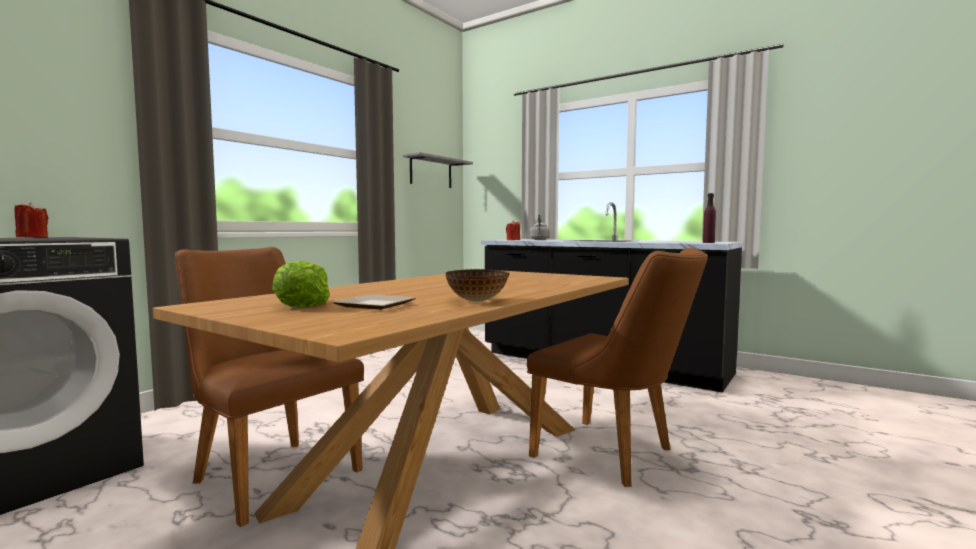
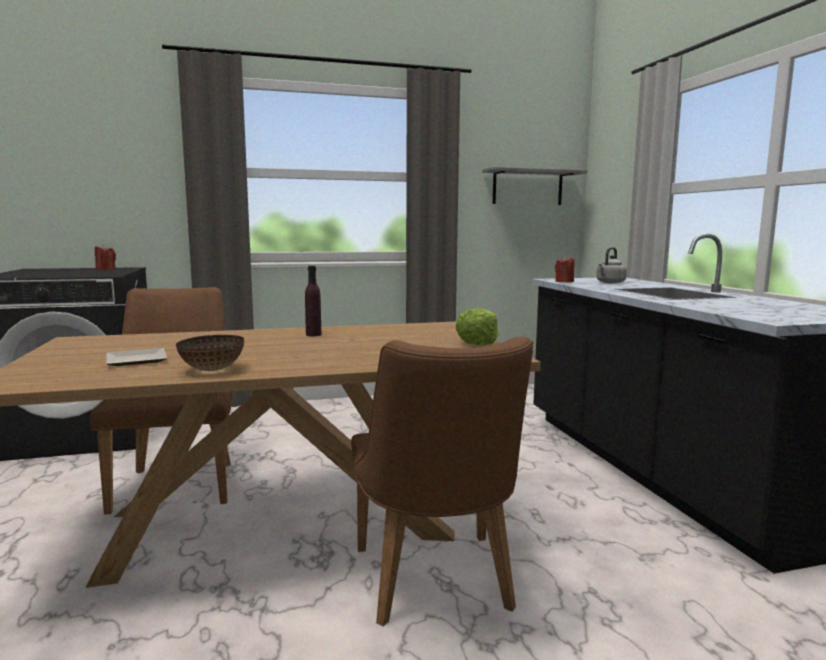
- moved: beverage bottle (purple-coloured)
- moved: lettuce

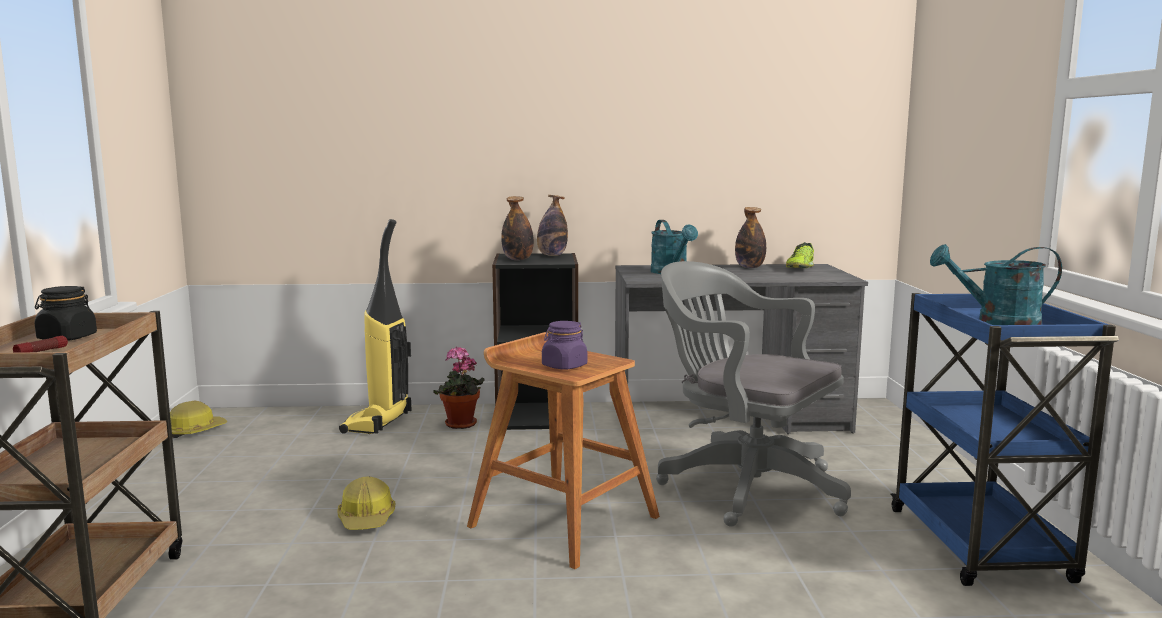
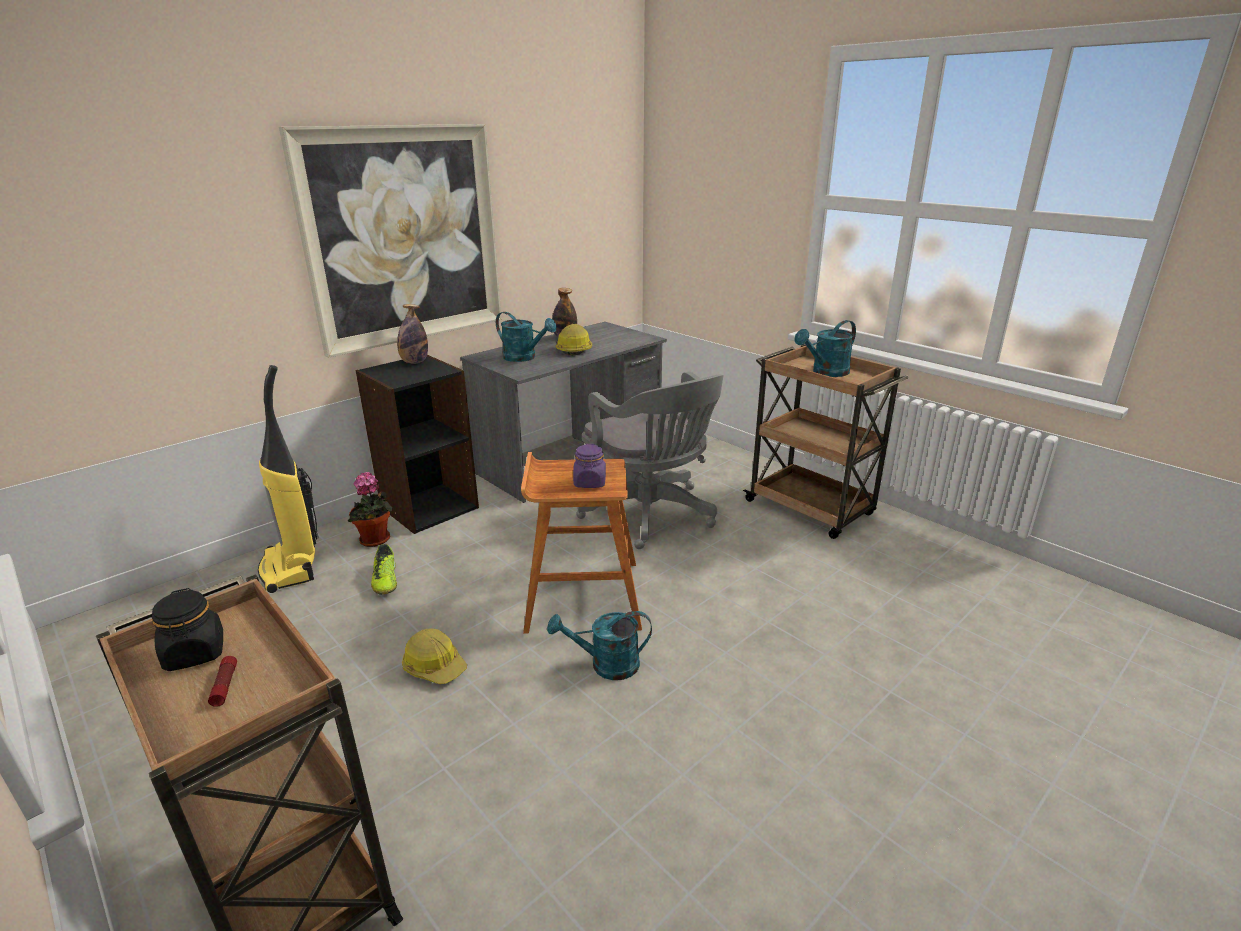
- added: wall art
- moved: low shoe
- added: watering pot (turquoise-coloured) (2nd from left)
- moved: hard hat (1st from left in the first image) to hard hat (2nd from left)
- turned: desk chair (grey) 120 degrees counterclockwise
- recoloured: trolley (blue) to trolley (brownish) (2nd from left)
- removed: beverage bottle (1st from left)

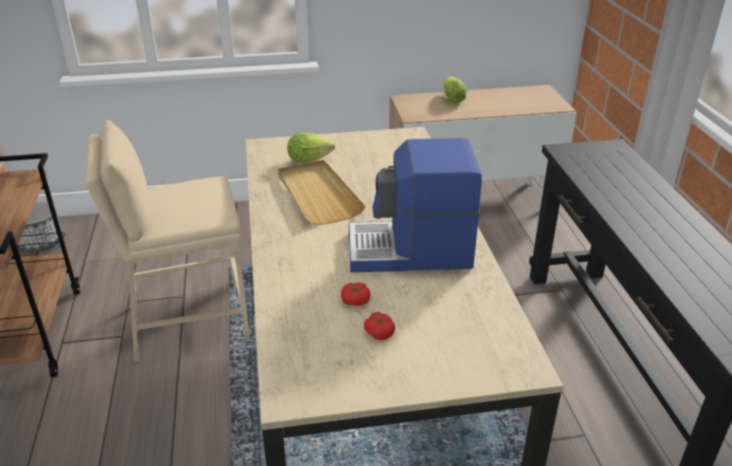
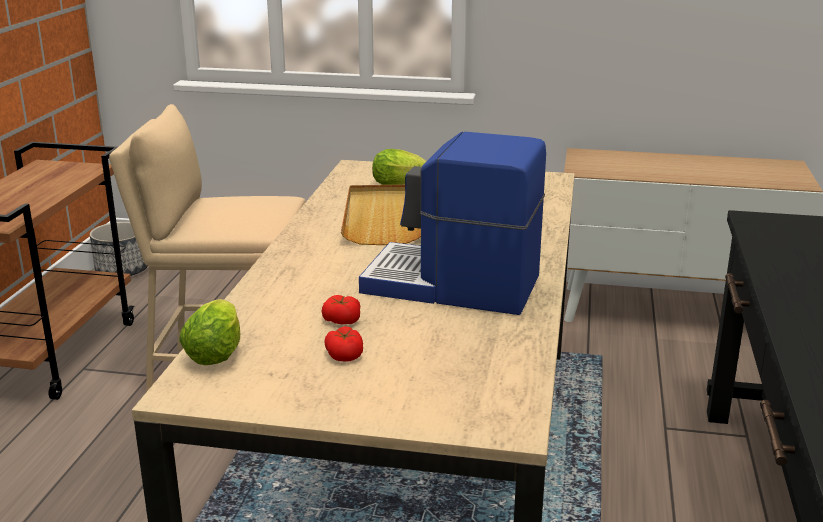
- moved: lettuce (2nd from left in the first image) to lettuce (1st from left)

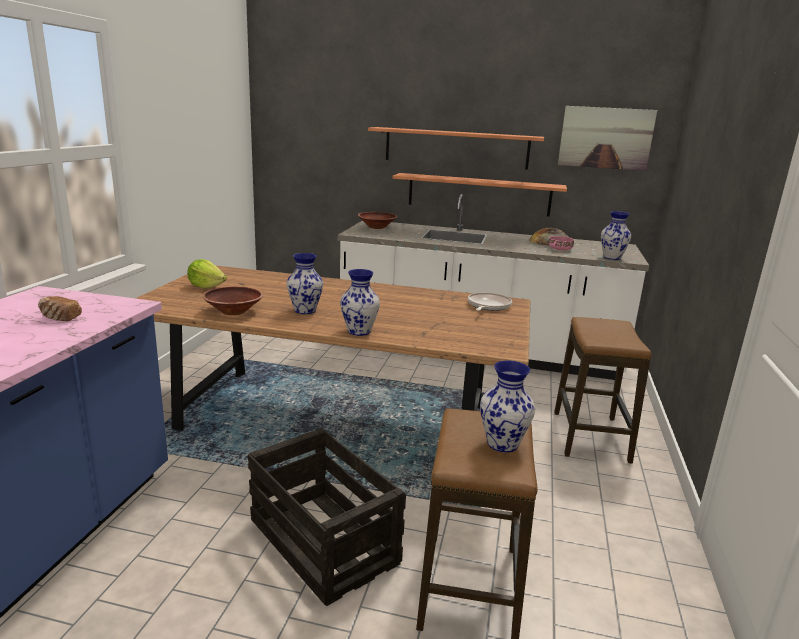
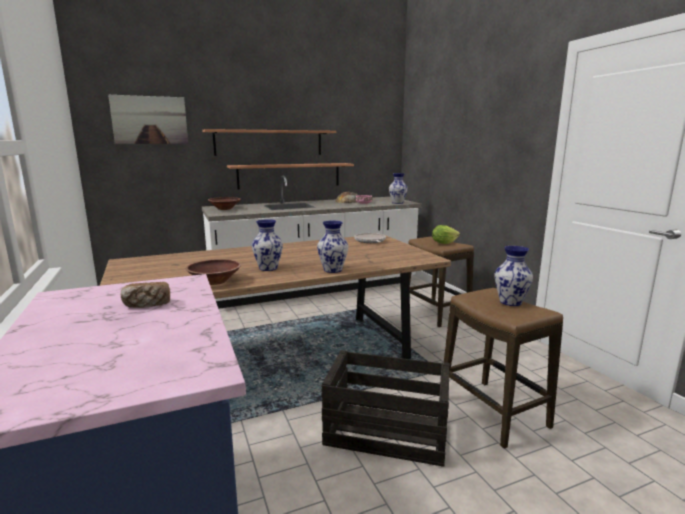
- moved: wall art
- moved: lettuce

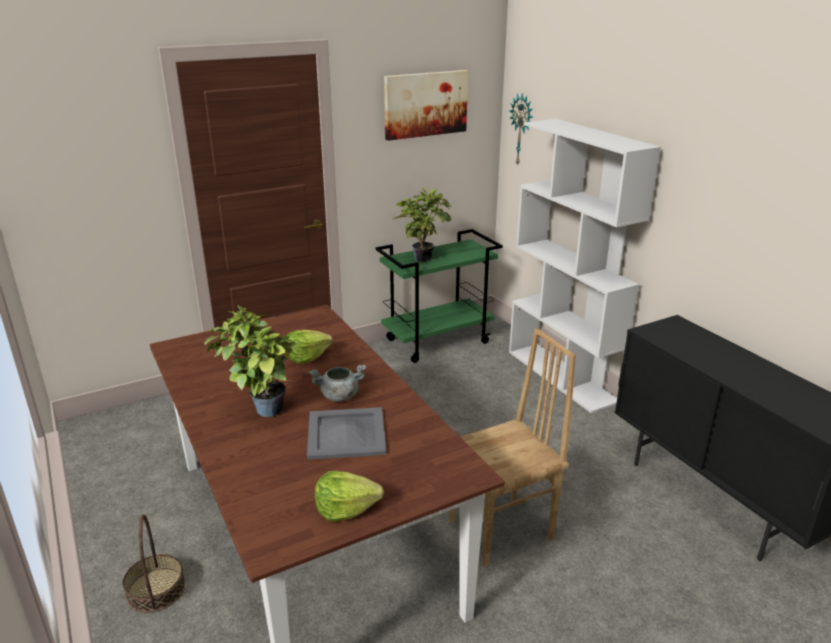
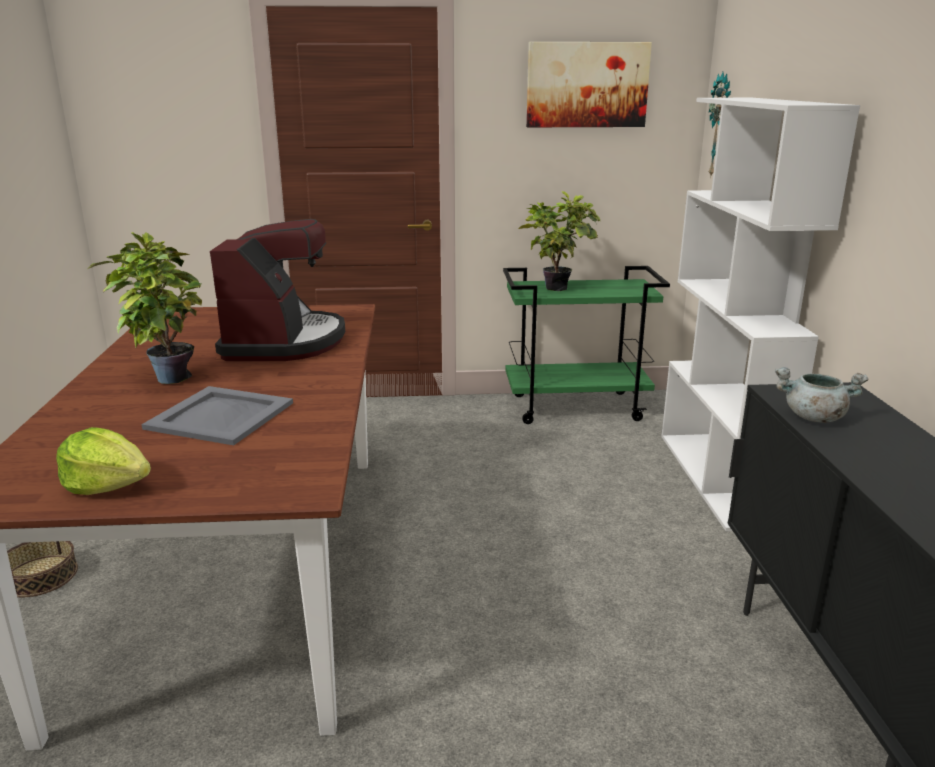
- replaced: lettuce (1st from left) to coffee machine
- moved: stockpot (grey)
- removed: chair (brownish)

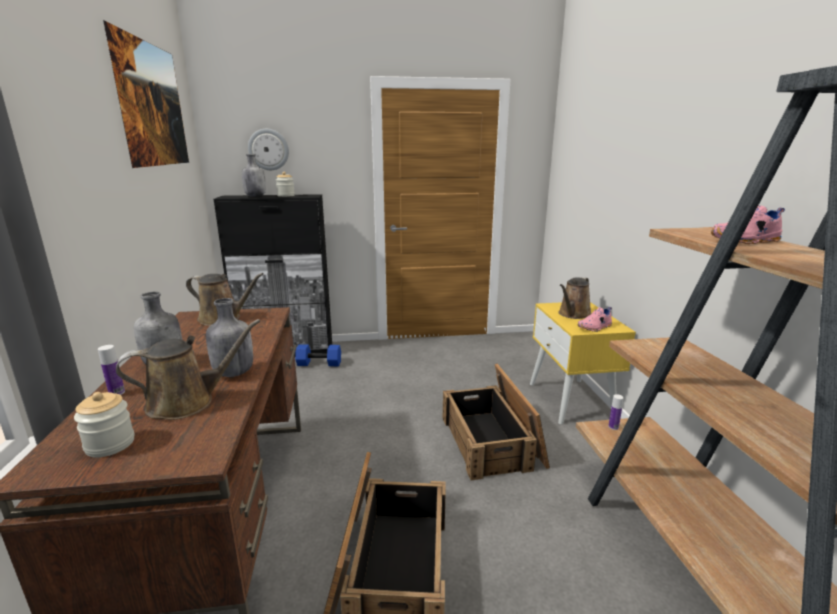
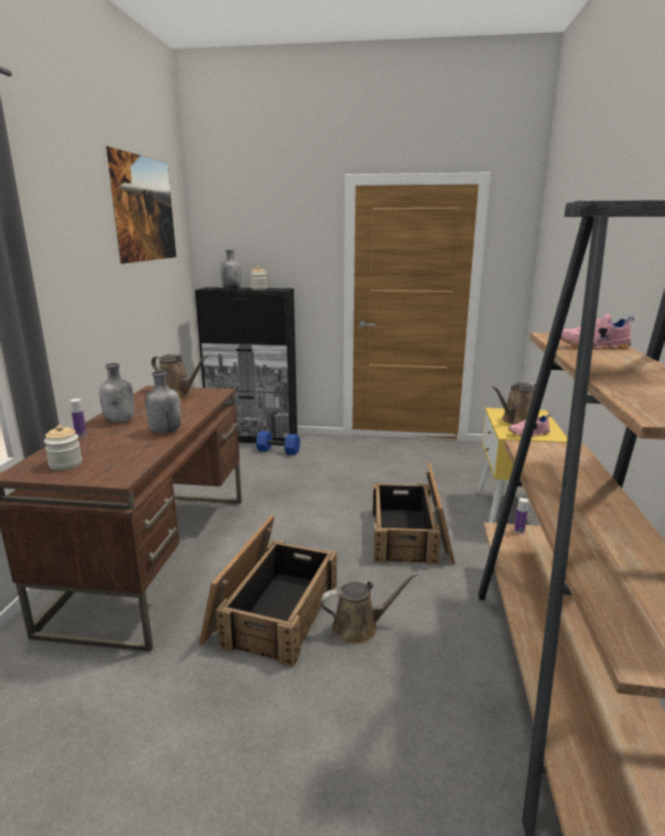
- moved: watering pot (brownish) (1st from left in the first image) to watering pot (brownish) (2nd from left)
- removed: hanging clock

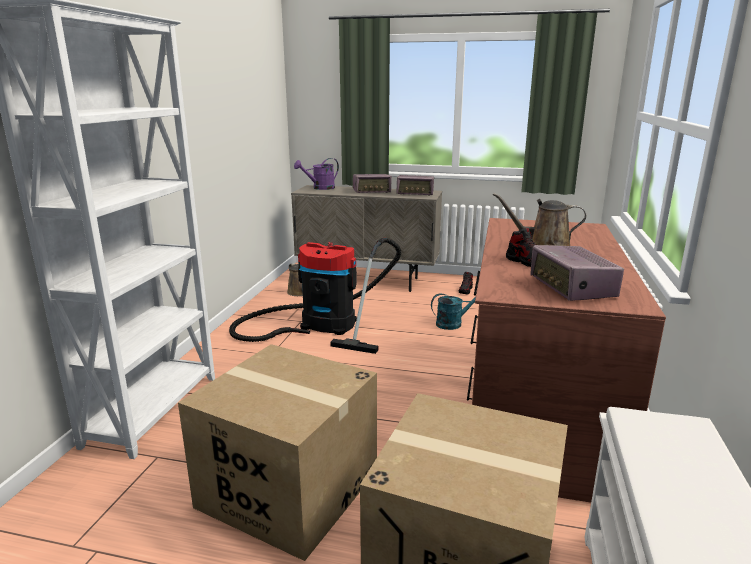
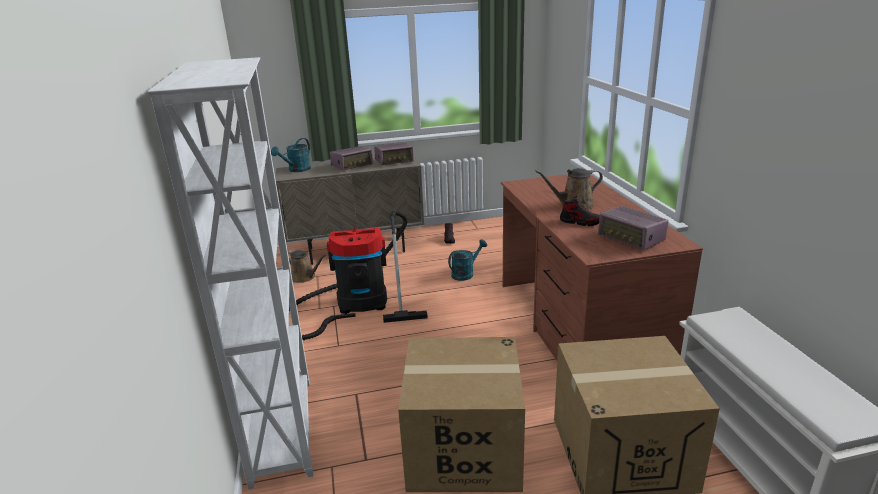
- recoloured: watering pot (purple-coloured) to watering pot (turquoise-coloured) (1st from left)

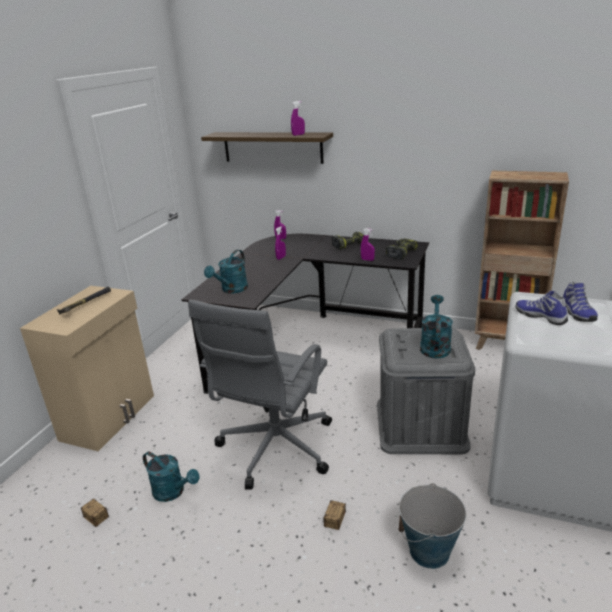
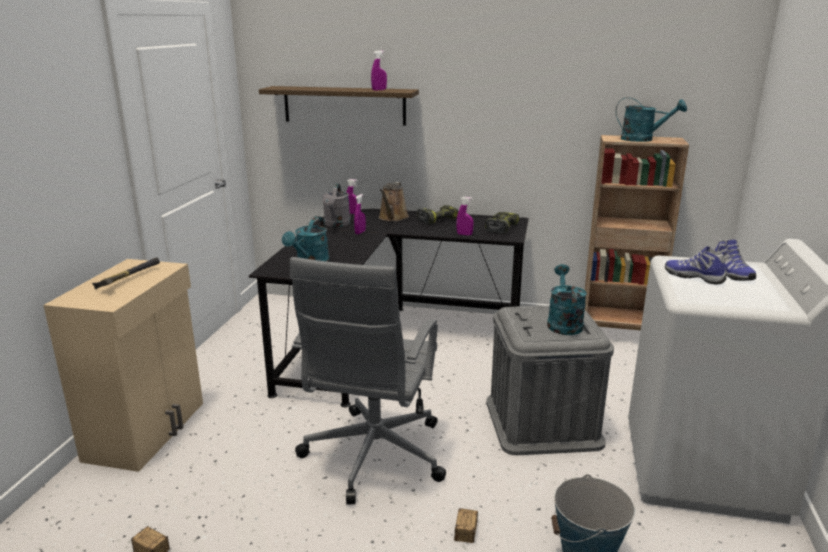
- added: watering pot (grey)
- added: watering pot (brownish)
- moved: watering pot (turquoise-coloured) (1st from left in the first image) to watering pot (turquoise-coloured) (3rd from left)

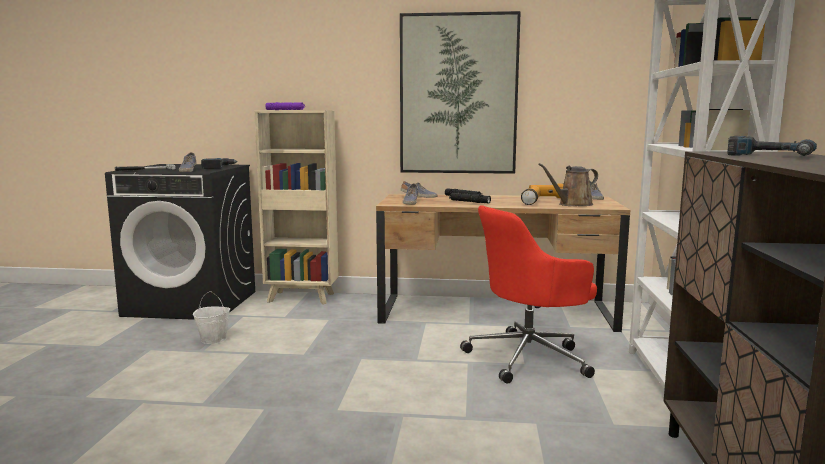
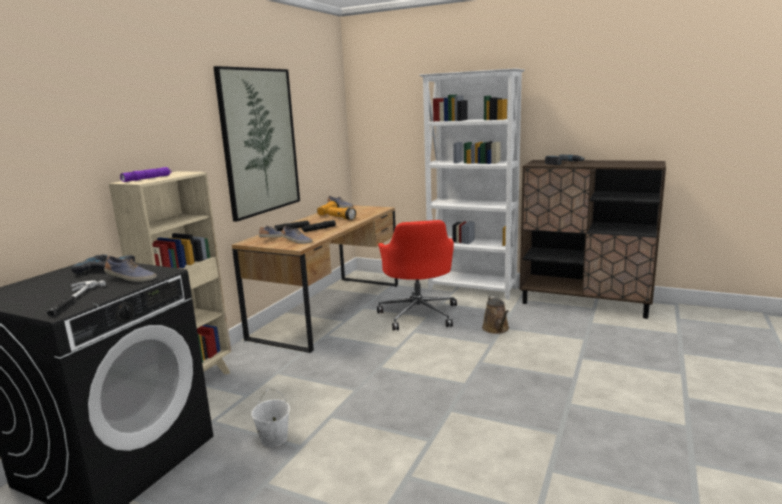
- moved: watering pot (brownish)

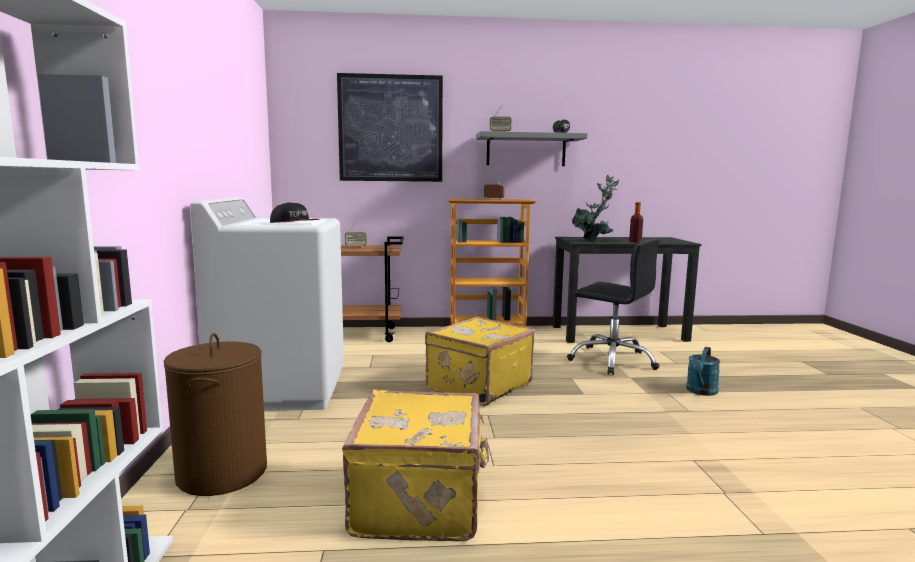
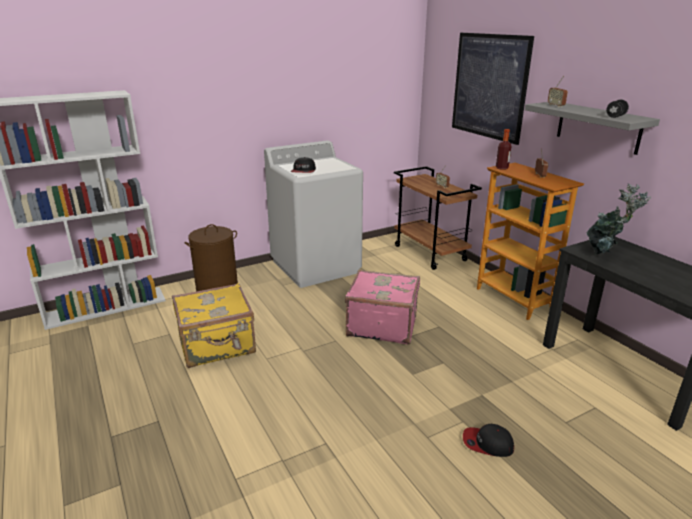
- recoloured: suitcase (yellow-coloured) (2nd from left) to suitcase (pink-coloured)
- replaced: watering pot (turquoise-coloured) to peaked cap (2nd from left)
- moved: beverage bottle
- removed: desk chair (black-coloured)

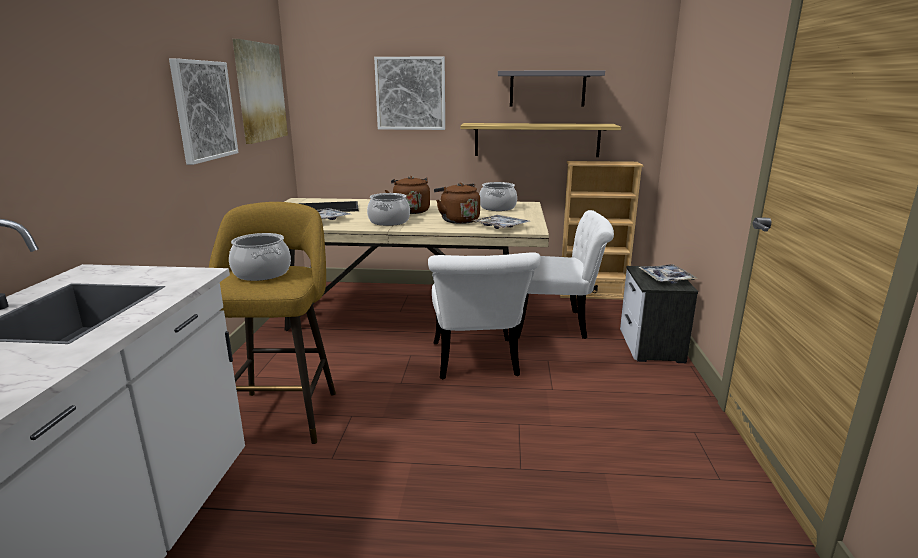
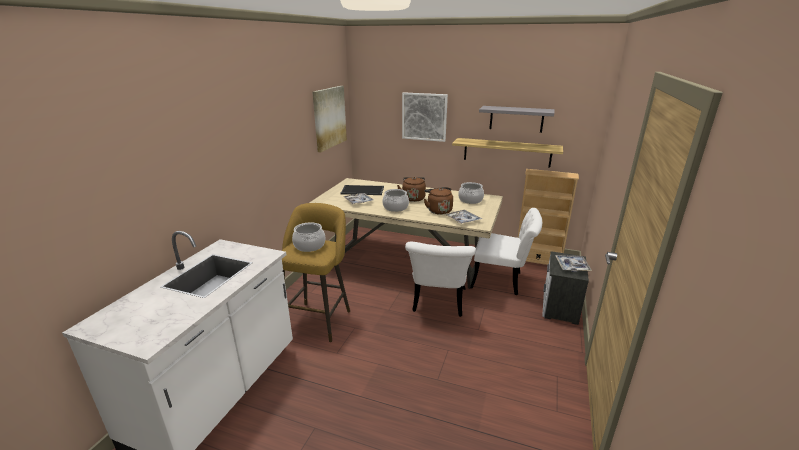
- removed: wall art (1st from left)

